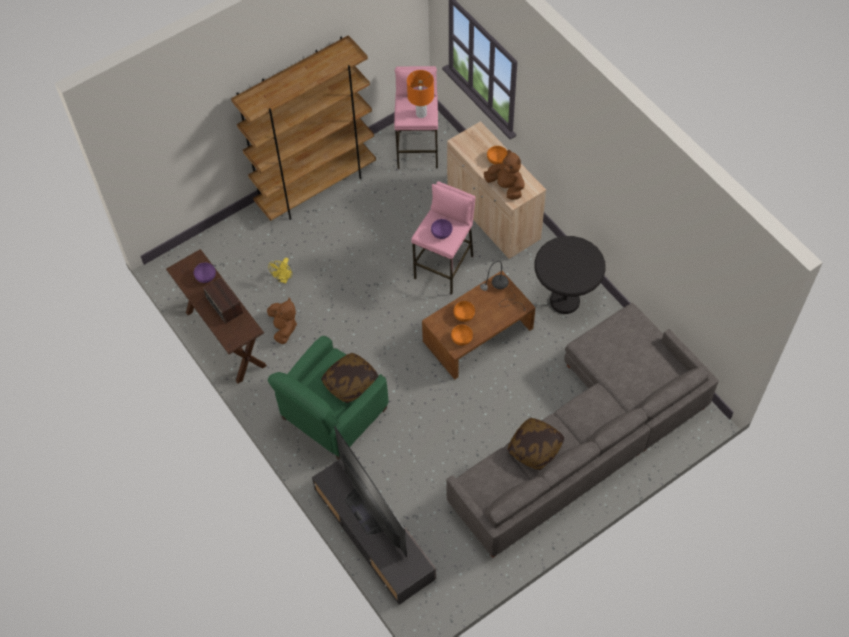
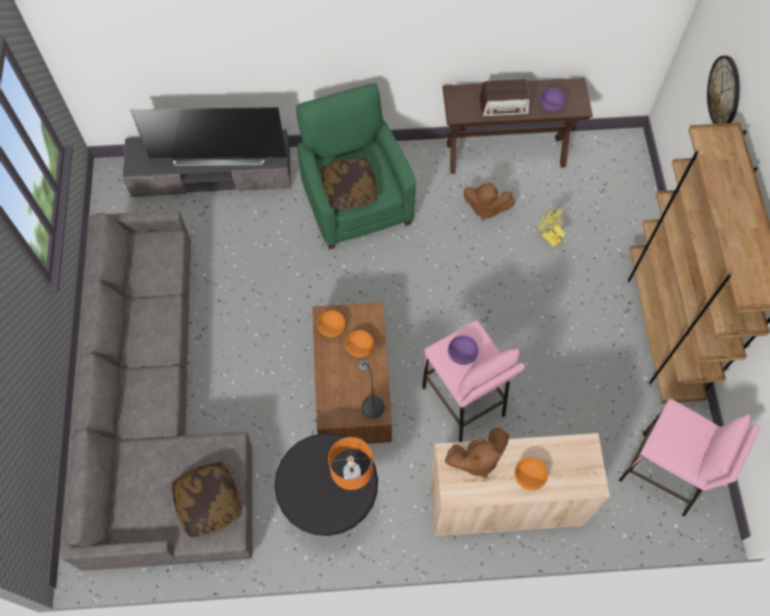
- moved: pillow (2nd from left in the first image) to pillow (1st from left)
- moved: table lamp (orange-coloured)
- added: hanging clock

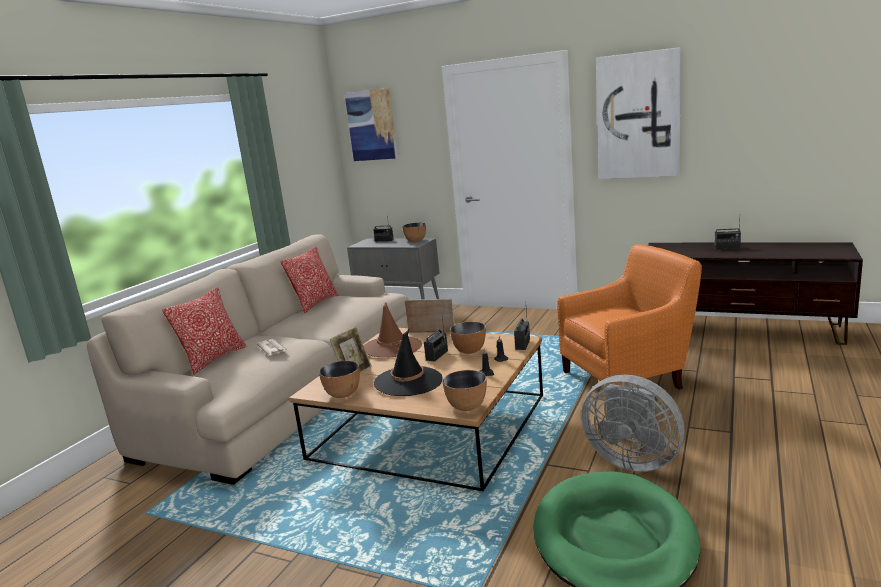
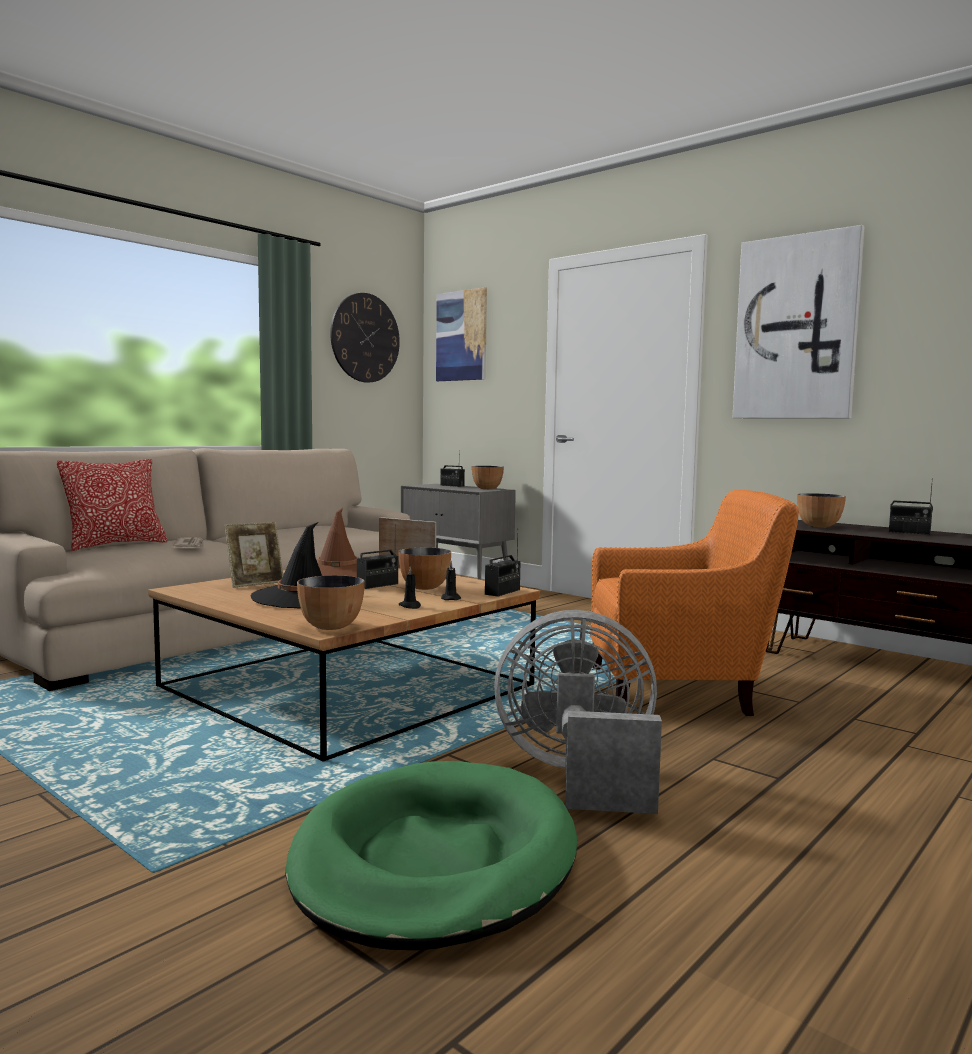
- added: hanging clock
- turned: cooling fan (grey) 135 degrees clockwise
- moved: deep dish (1st from left in the first image) to deep dish (4th from left)
- removed: pillow (2nd from left)

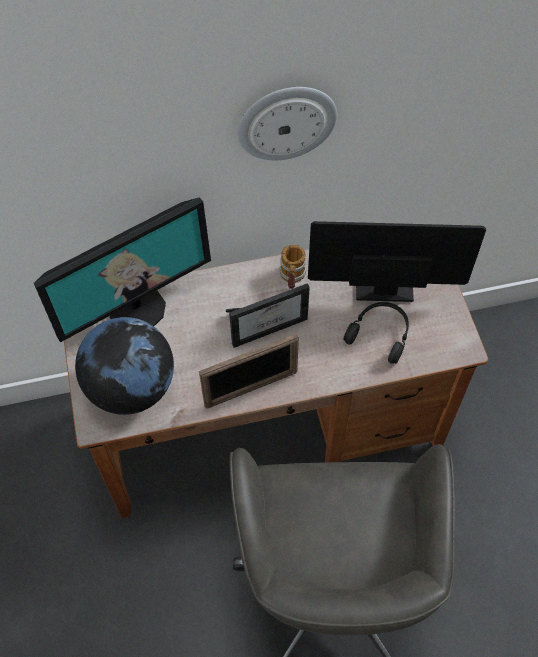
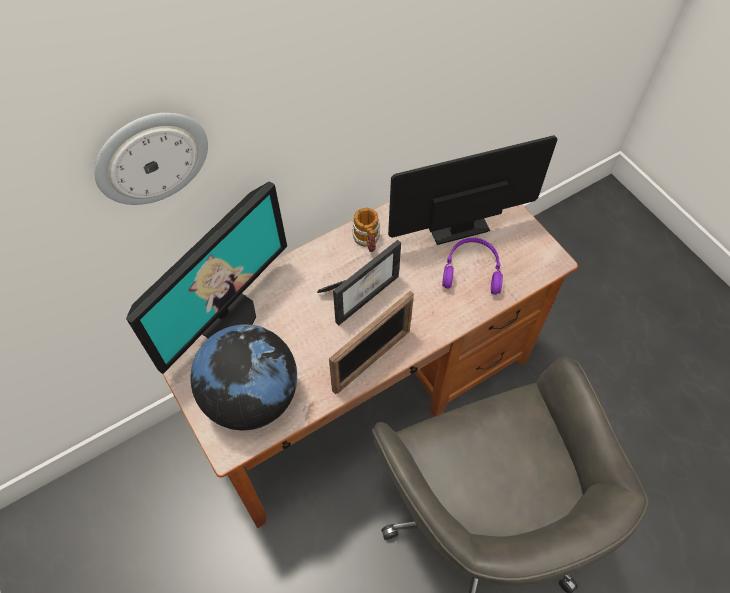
- moved: hanging clock
- recoloured: headphones (black-coloured) to headphones (purple-coloured)

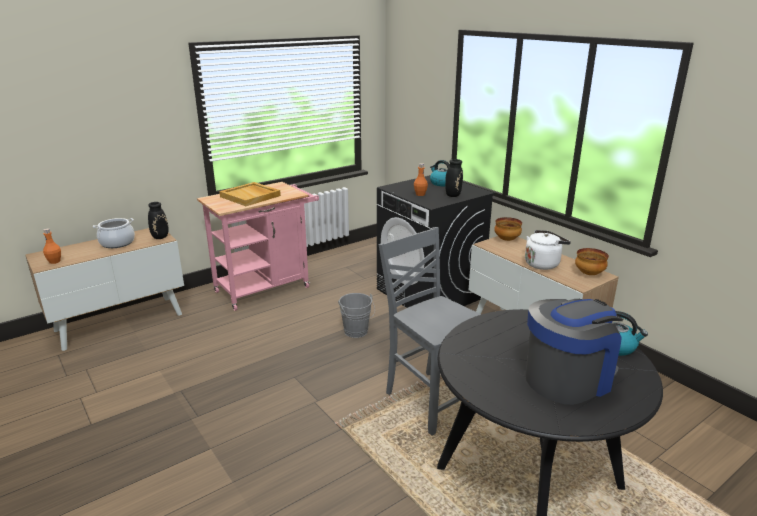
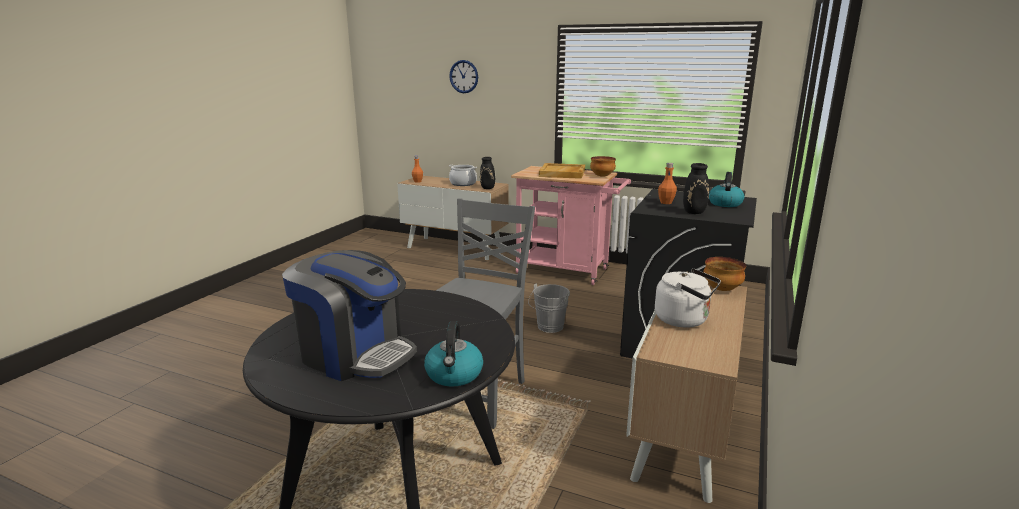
- added: hanging clock
- moved: deep dish (2nd from left in the first image) to deep dish (1st from left)

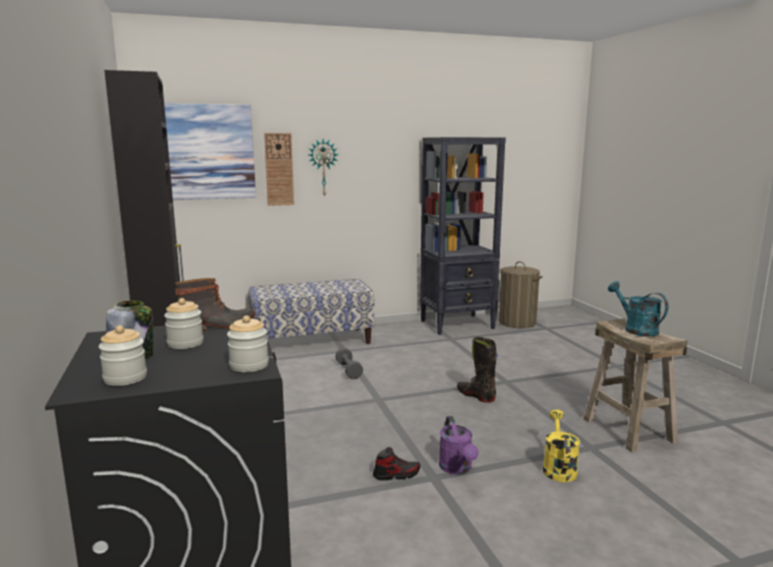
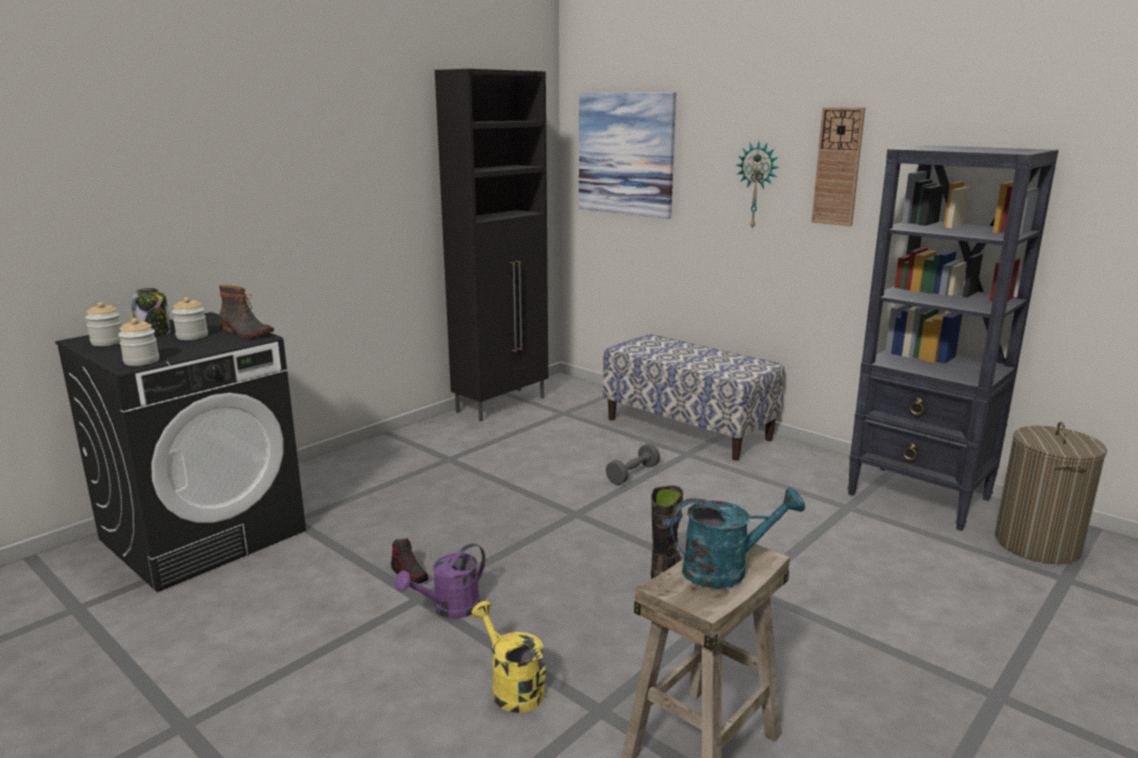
- turned: watering pot (yellow-coloured) 105 degrees counterclockwise
- turned: watering pot (turquoise-coloured) 45 degrees clockwise
- moved: hanging clock (1st from left in the first image) to hanging clock (2nd from left)

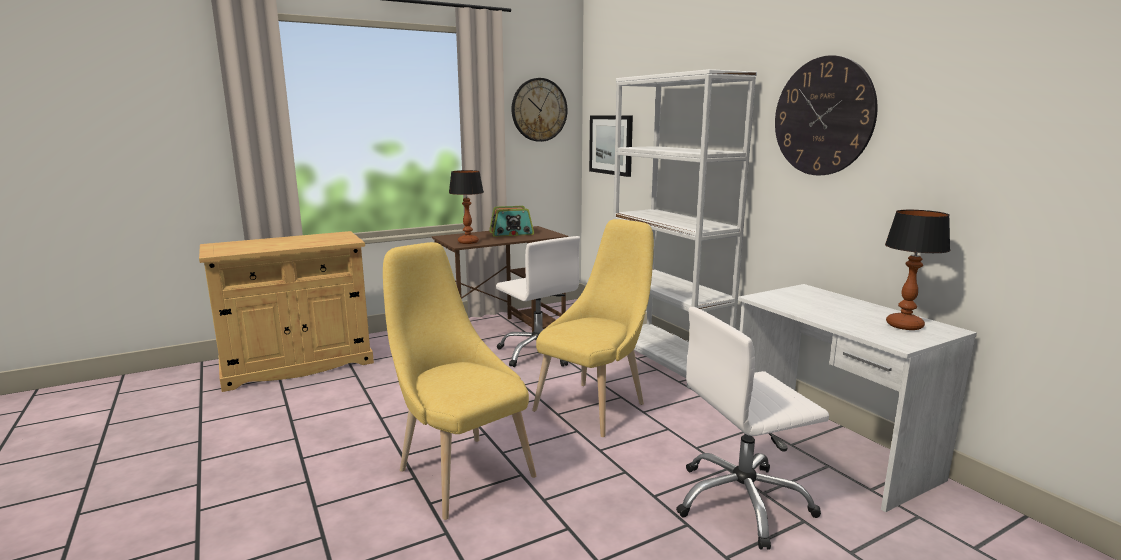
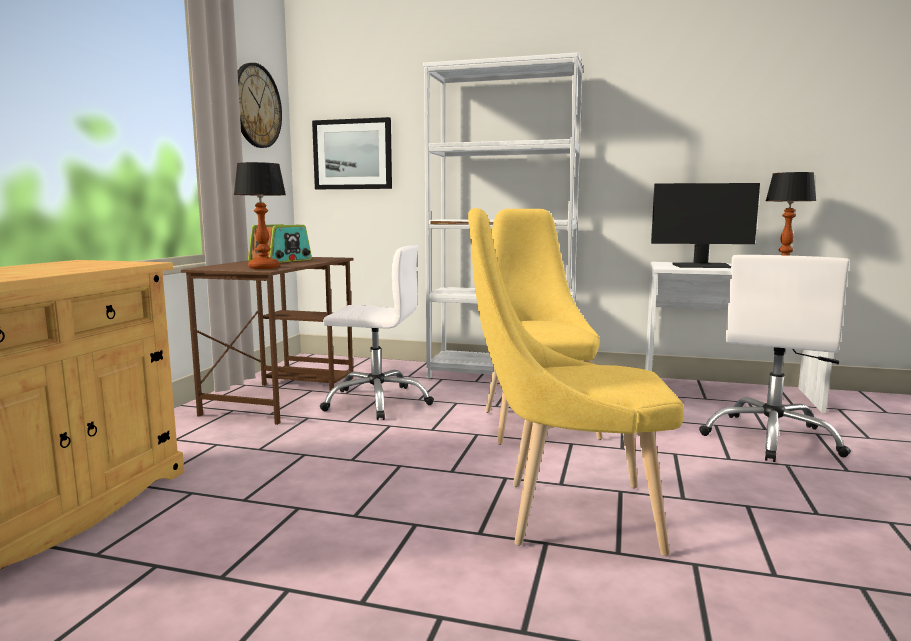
- added: computer screen
- removed: hanging clock (2nd from left)

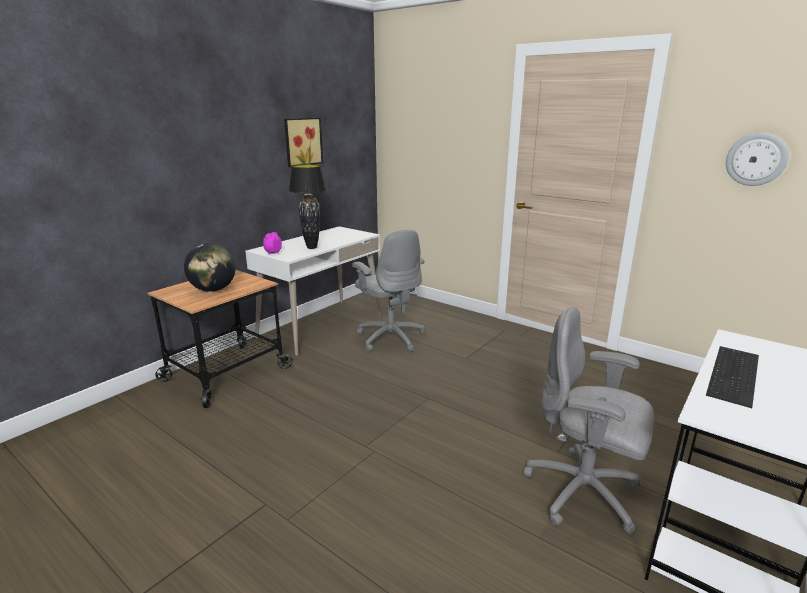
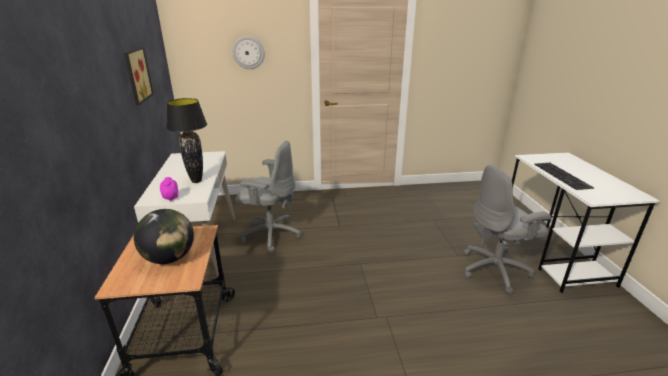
- moved: hanging clock

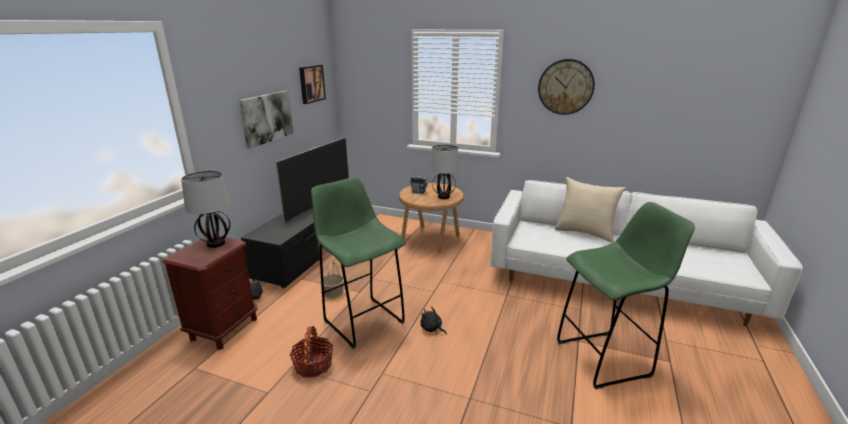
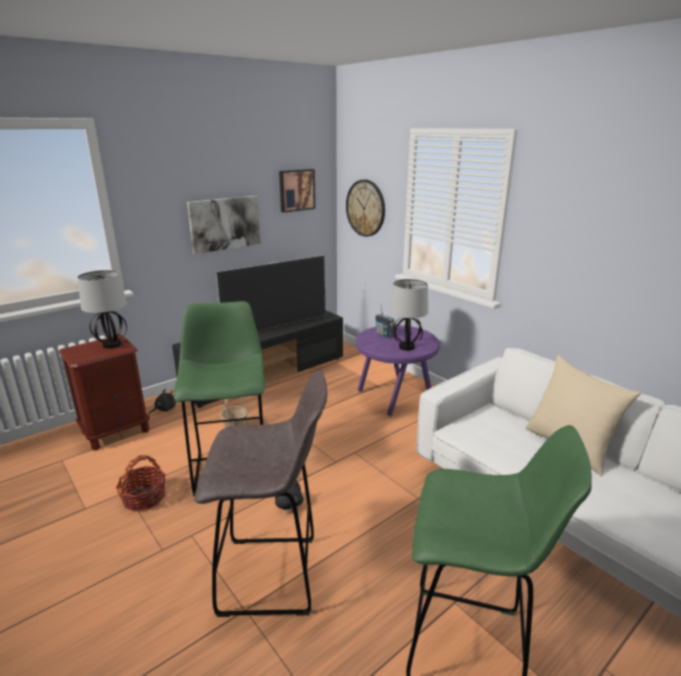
- added: stool seat (grey)
- moved: hanging clock
- recoloured: side table (brownish) to side table (purple-coloured)

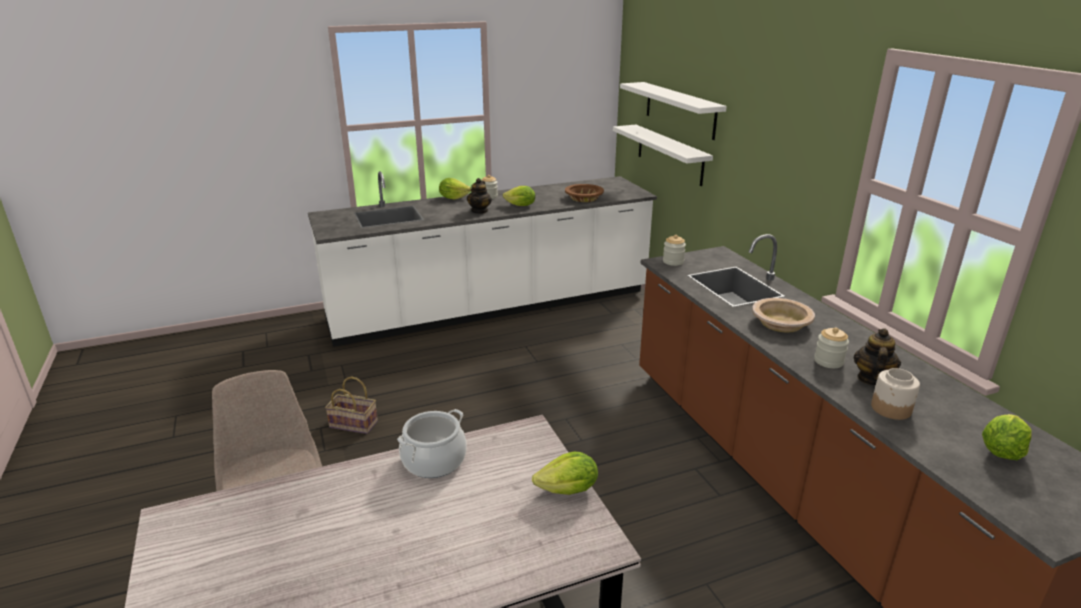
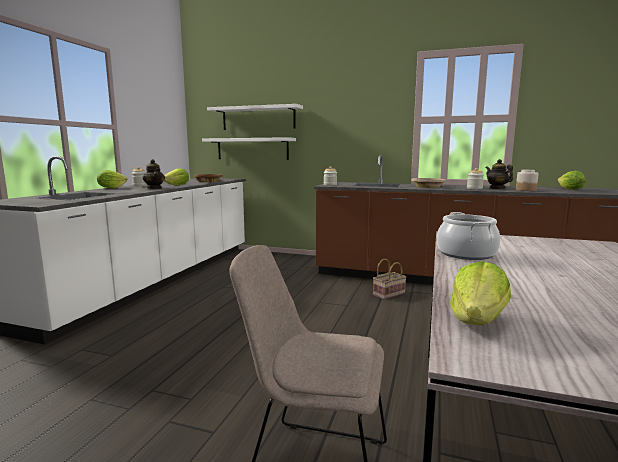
- moved: basket
- moved: lettuce (3rd from left)

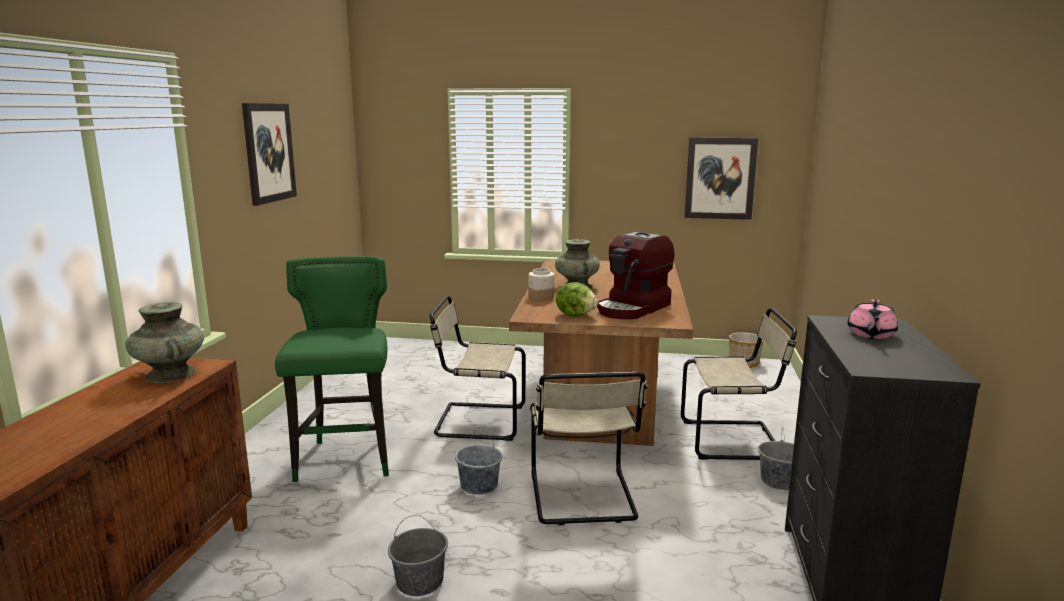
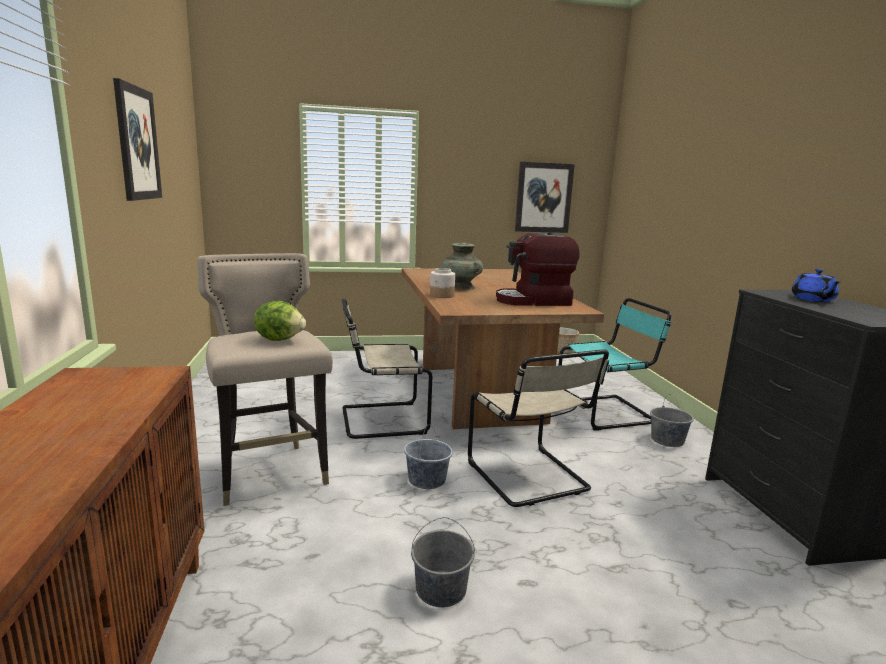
- recoloured: stool seat (green) to stool seat (beige-coloured)
- moved: lettuce
- turned: coffee machine 60 degrees clockwise
- recoloured: chair (beige-coloured) (3rd from left) to chair (turquoise-coloured)
- recoloured: teapot (pink-coloured) to teapot (blue)
- removed: flower vase (turquoise-coloured) (1st from left)

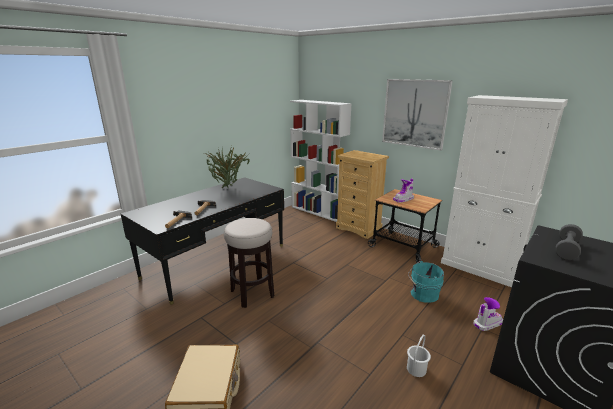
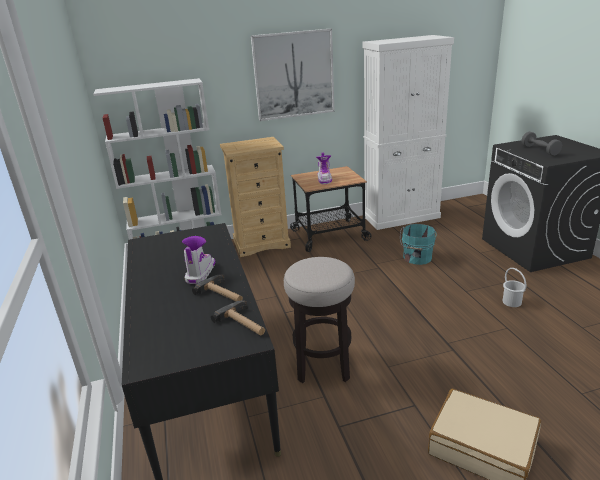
- moved: tall boot (2nd from left in the first image) to tall boot (1st from left)
- removed: houseplant

